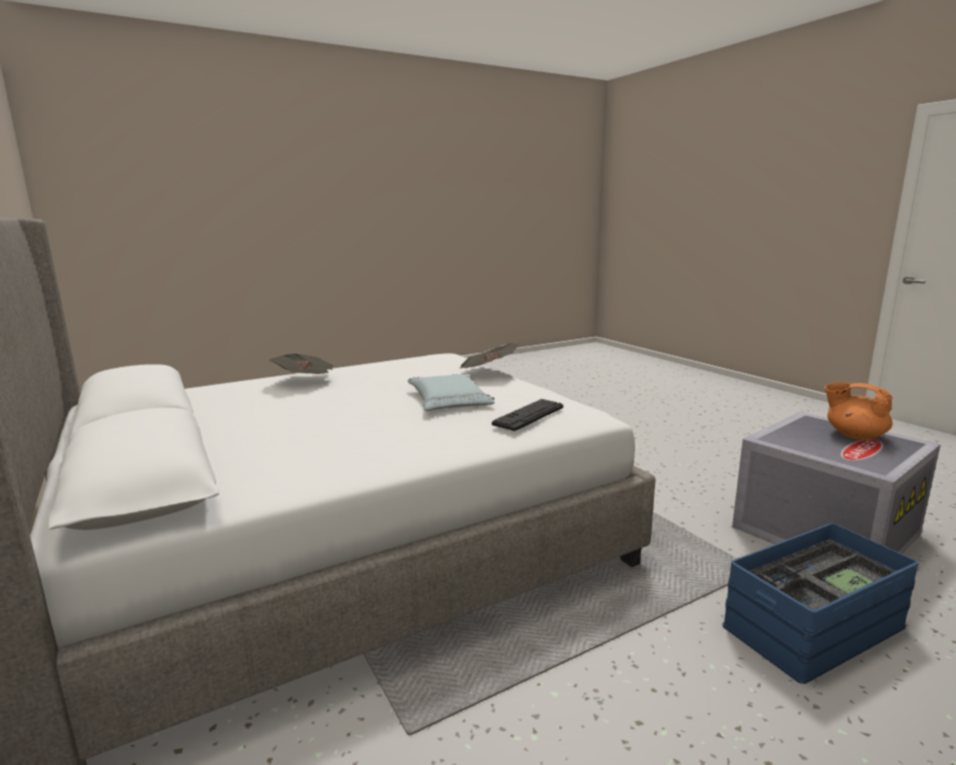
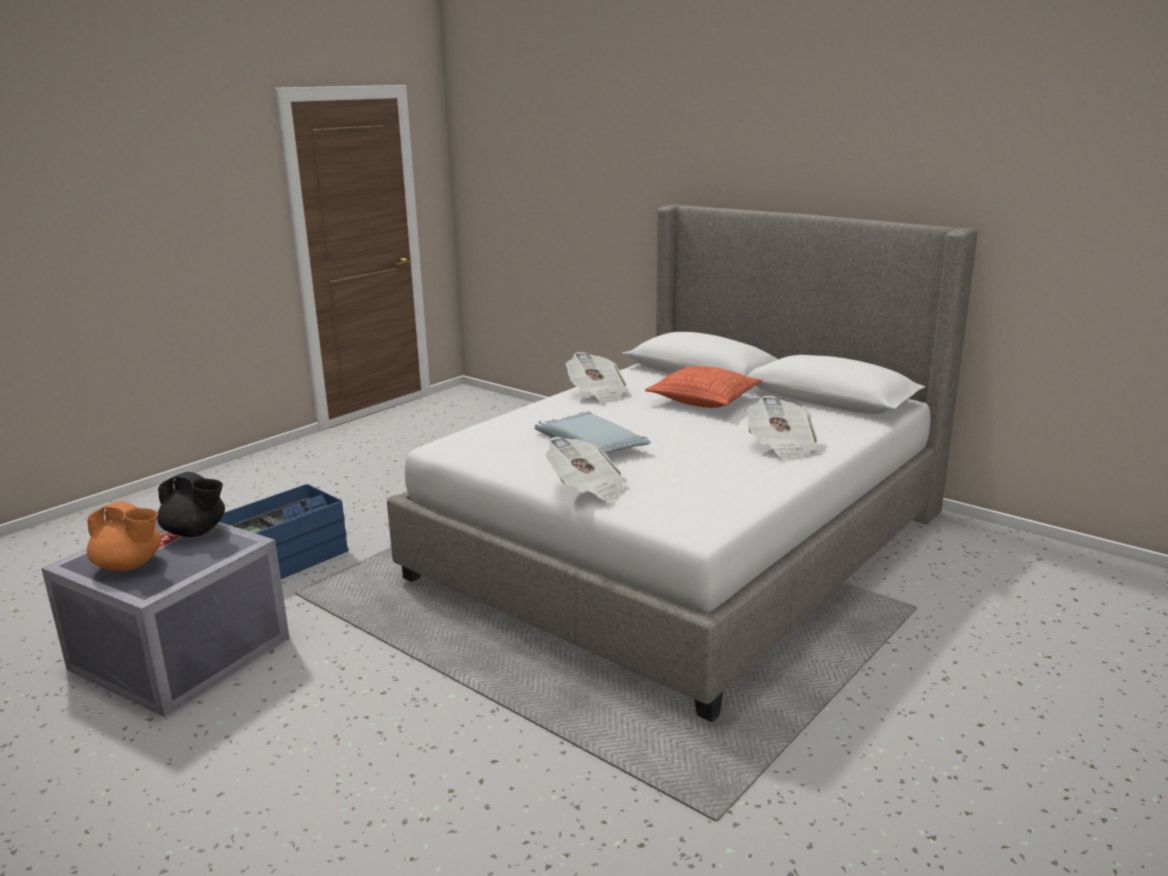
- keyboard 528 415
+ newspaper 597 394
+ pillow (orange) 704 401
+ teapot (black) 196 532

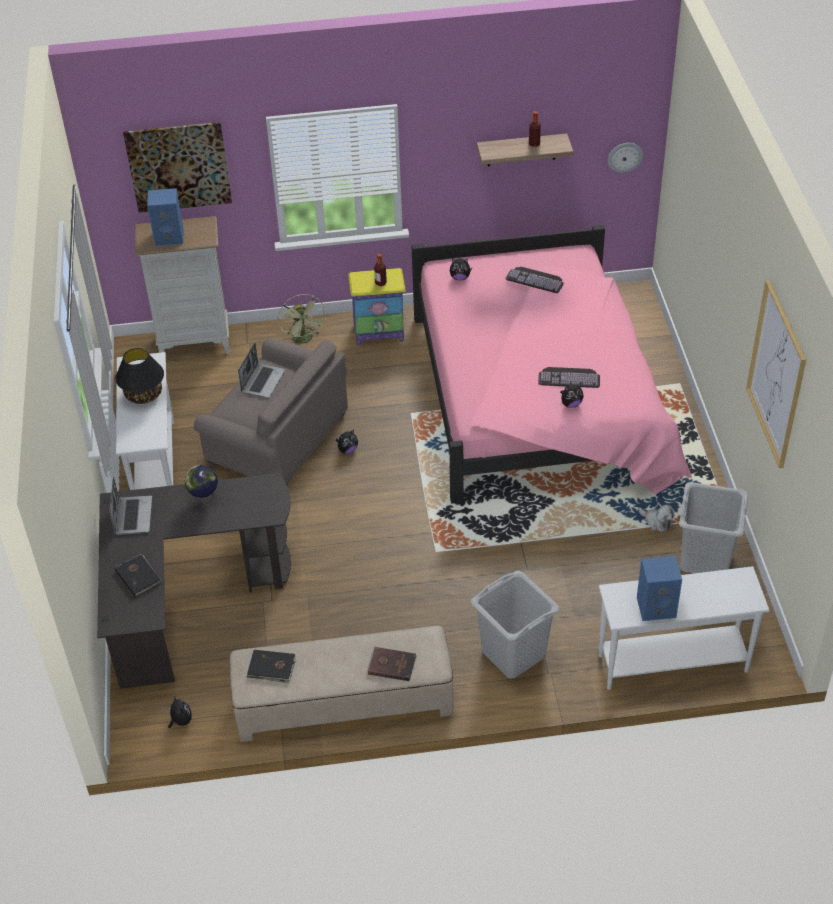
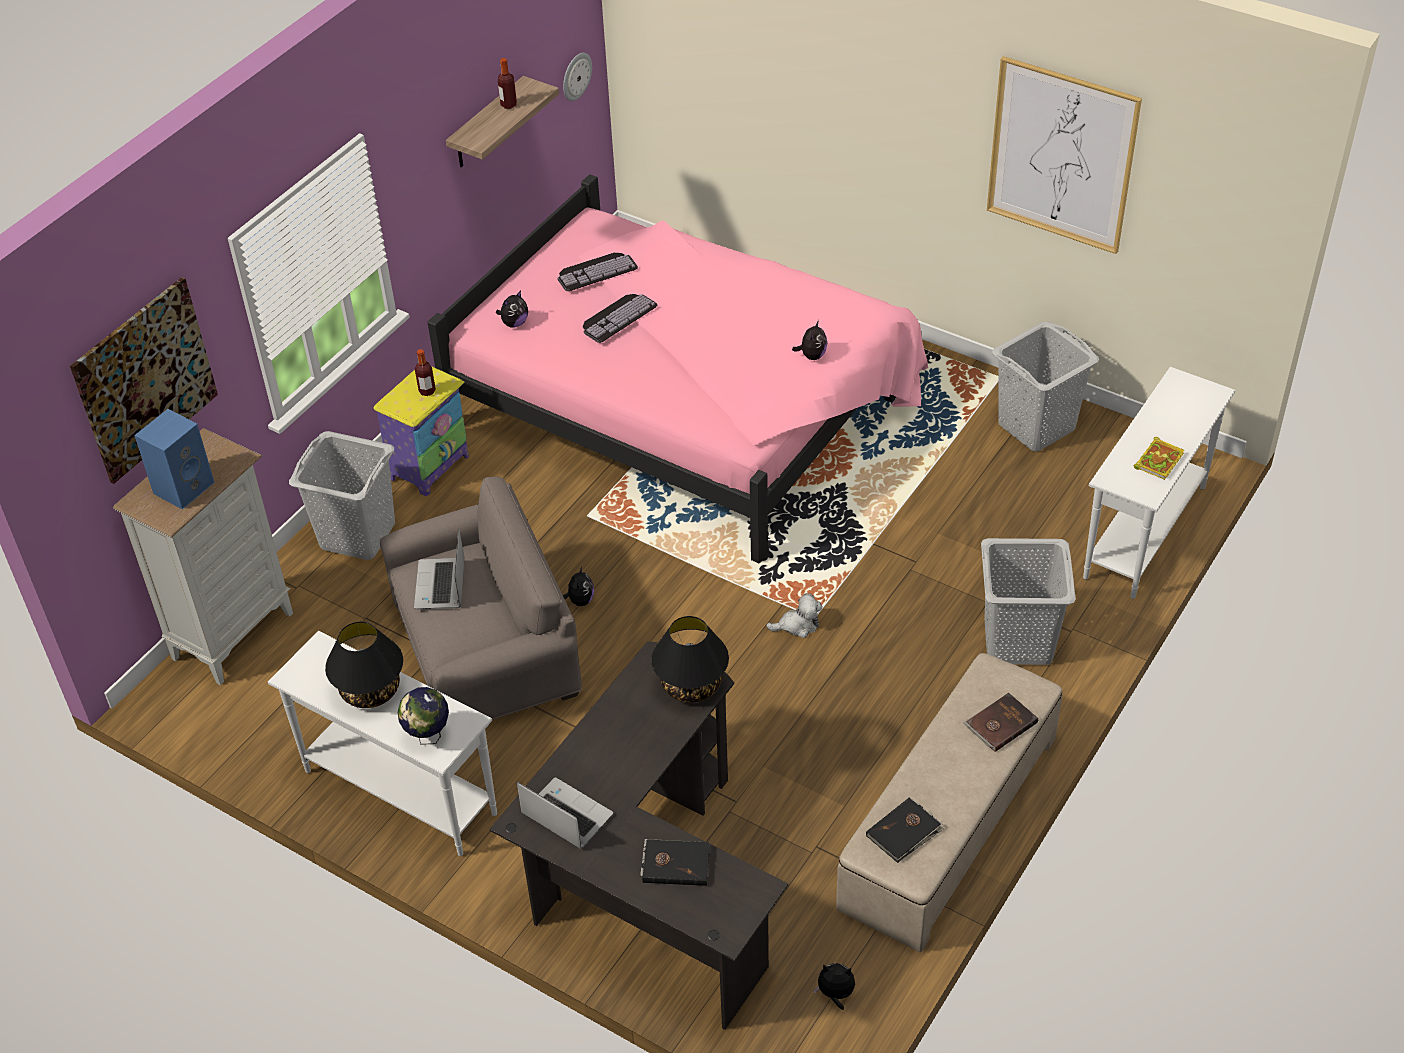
~ fan (green) 304 340 to laundry basket (grey) 357 534
~ laptop 262 381 = 441 586 150 degrees counterclockwise
~ keyboard 569 377 to 617 316
~ globe 204 498 to 428 737
~ plush toy 656 522 to 797 625
~ speaker (blue) 657 606 to book 1159 460
+ table lamp (black) 691 685

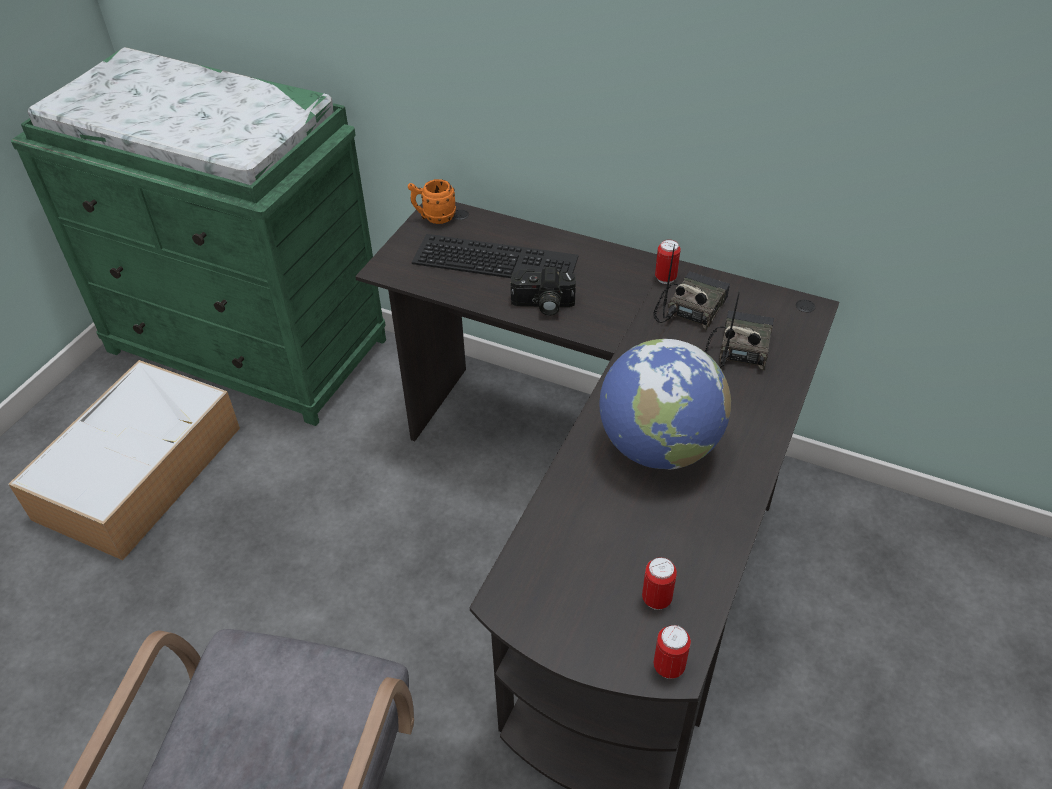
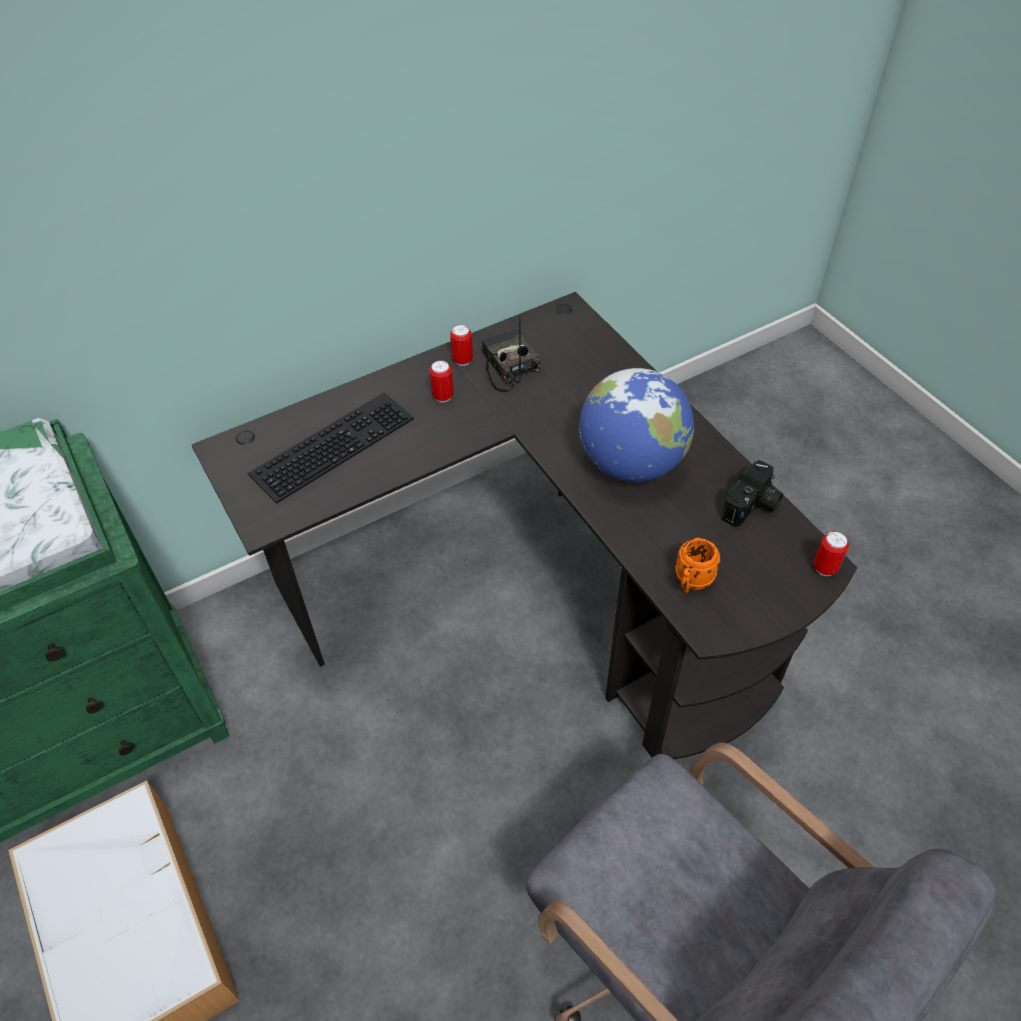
~ mug (orange) 434 217 to 691 582
~ photo camera 542 305 to 752 506
- radio 738 348
~ can 656 599 to 443 396

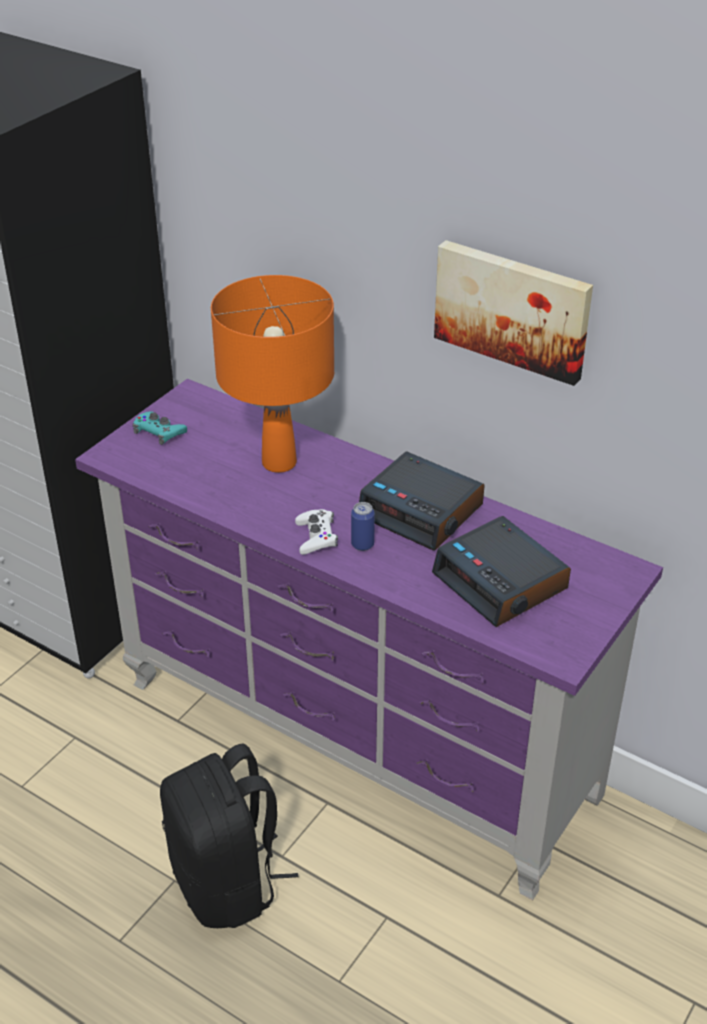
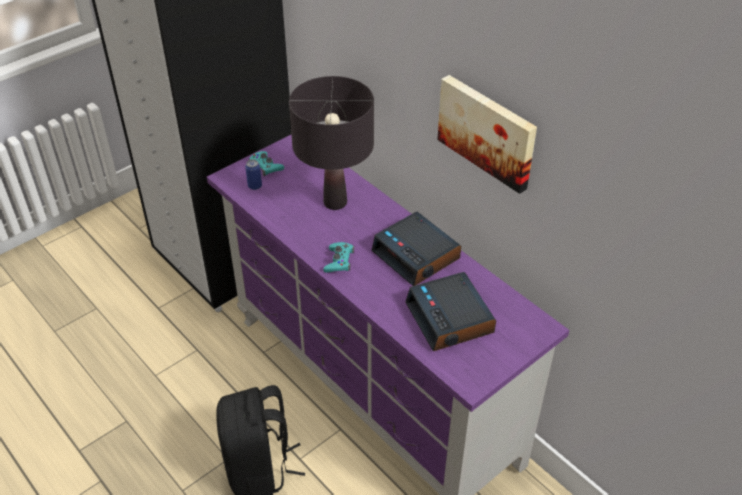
~ table lamp (orange) 278 462 to table lamp (black) 335 202
~ can 362 544 to 255 186
~ game controller (white) 316 537 to game controller (turquoise) 339 261

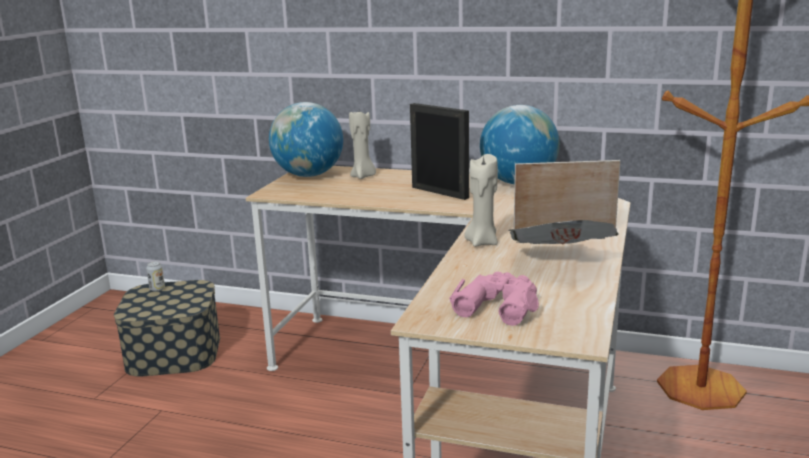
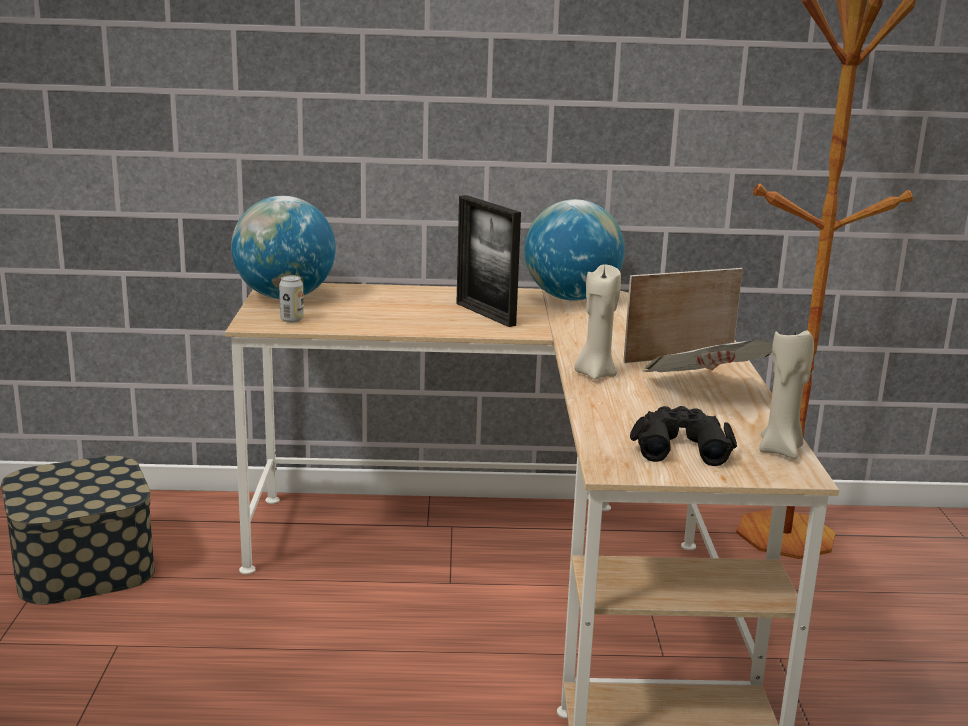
~ picture frame 439 192 = 485 314 150 degrees counterclockwise
~ candle (beige) 363 176 to 781 450
~ can 157 289 to 292 319
~ binoculars (pink) 498 305 to binoculars (black) 680 445

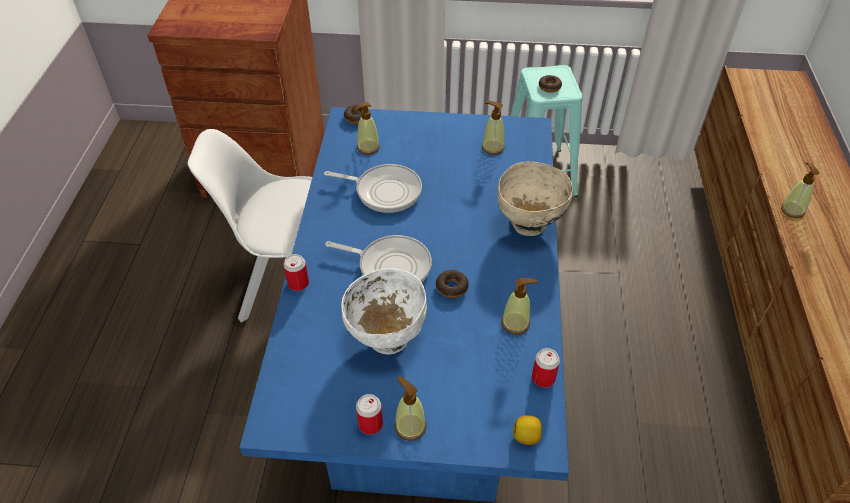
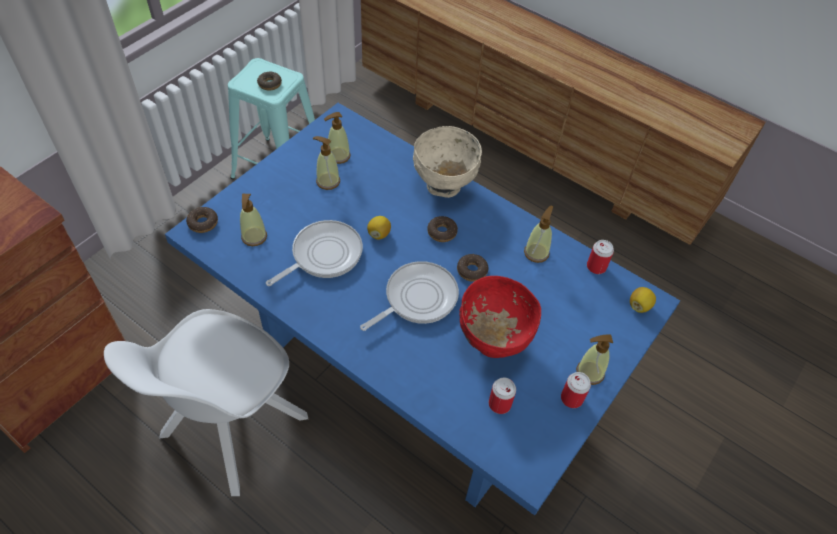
~ soap dispenser 792 210 to 328 181
~ can 298 283 to 499 404
~ bowl (white) 387 337 to bowl (red) 492 341
+ lemon 379 234
+ donut 442 232

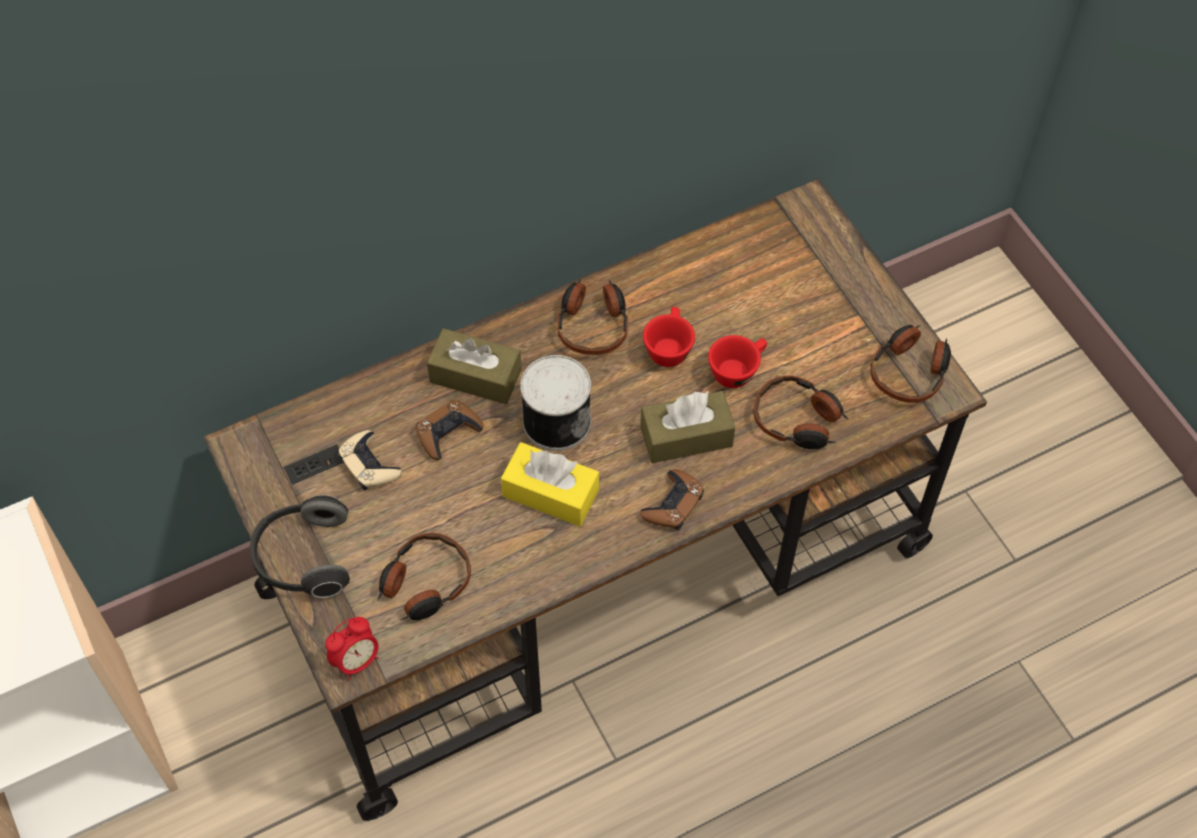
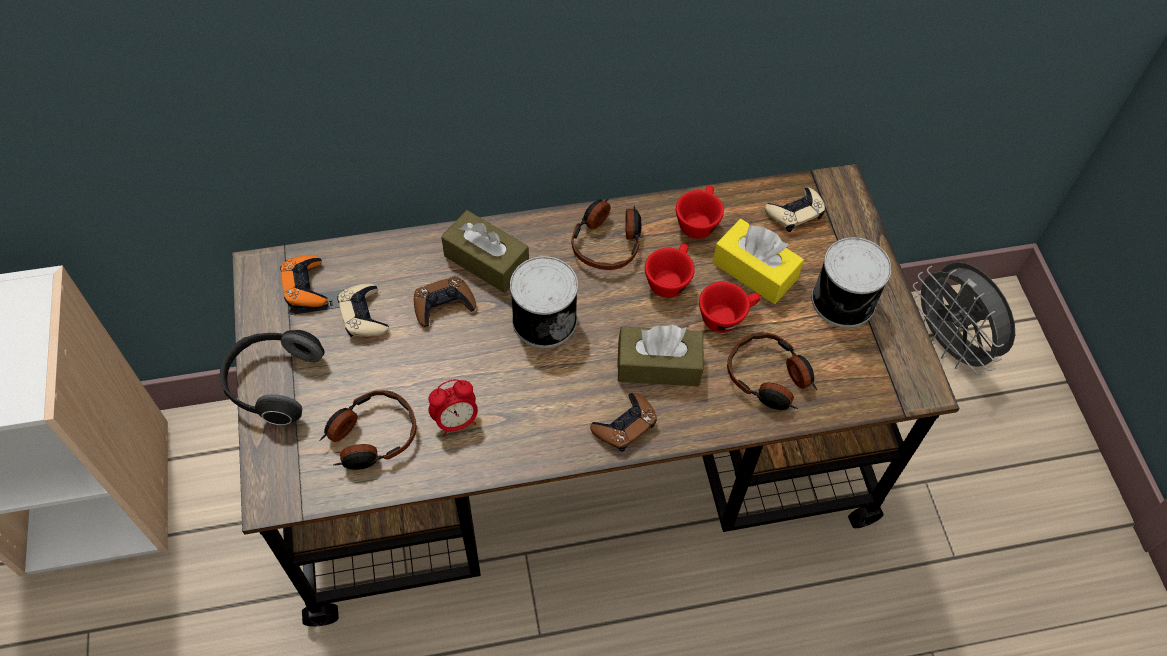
- headphones 910 371
~ tissue box (yellow) 550 493 to 754 270
~ alarm clock 356 661 to 456 421
+ cup (red) 698 221
+ game controller (beige) 795 213
+ can 845 301
+ game controller (orange) 305 286
+ fan (grey) 949 345

